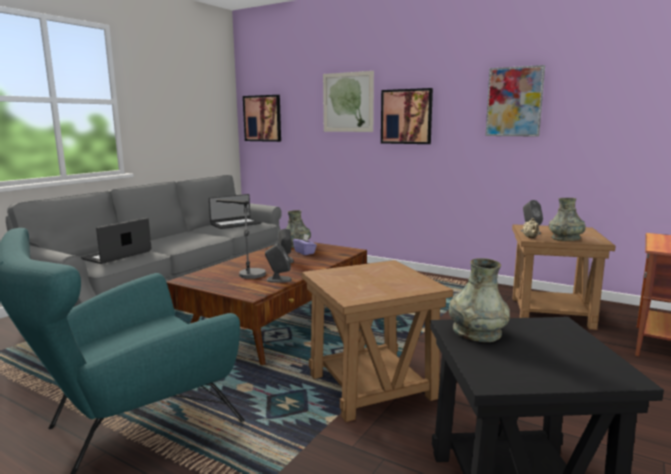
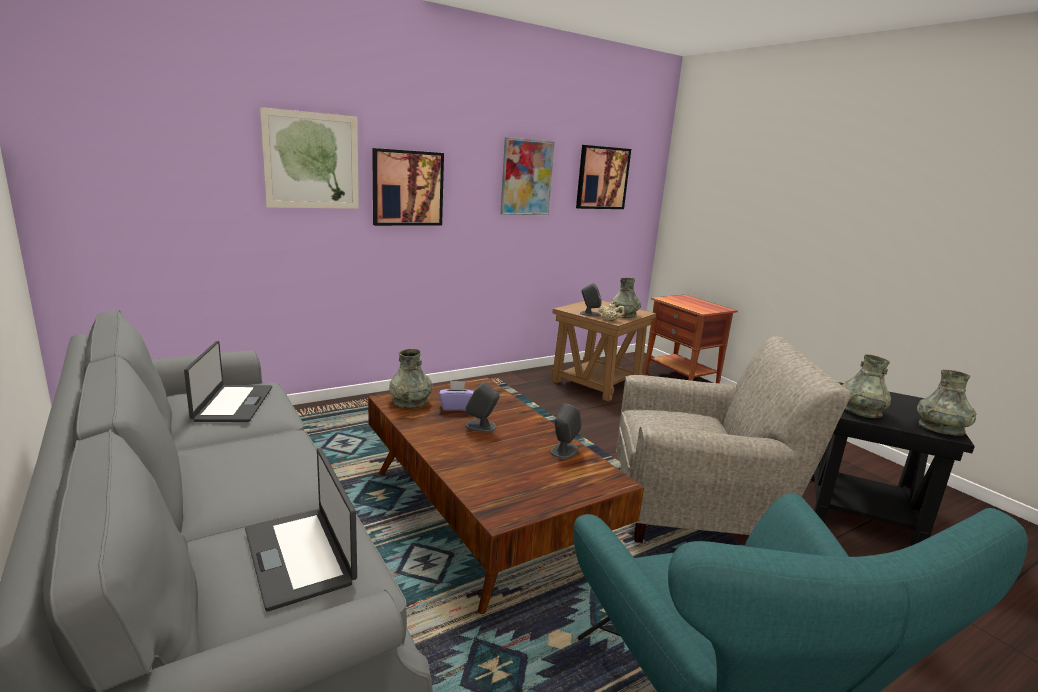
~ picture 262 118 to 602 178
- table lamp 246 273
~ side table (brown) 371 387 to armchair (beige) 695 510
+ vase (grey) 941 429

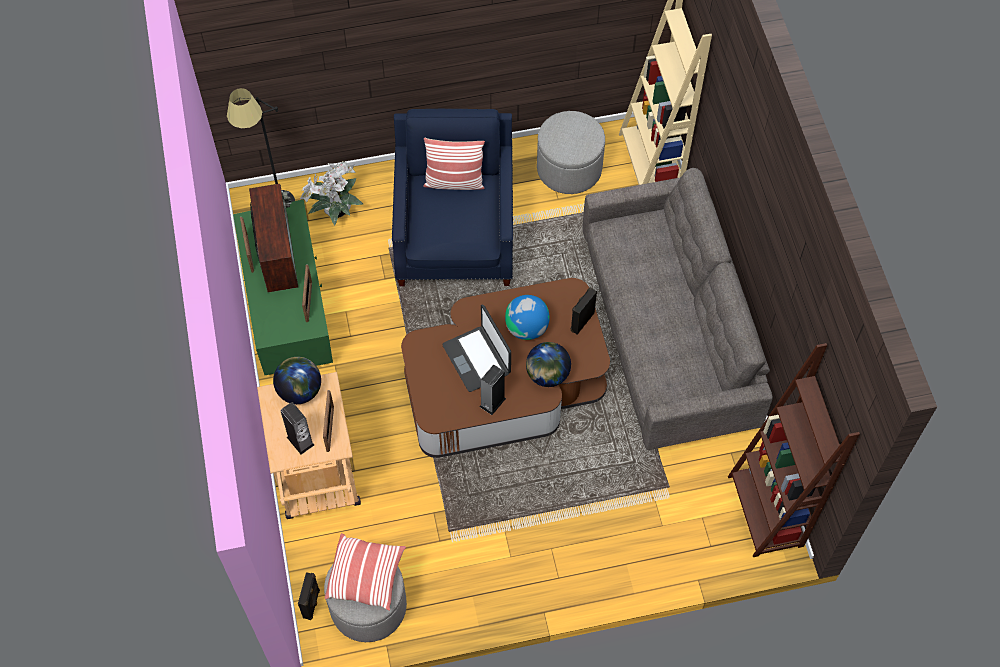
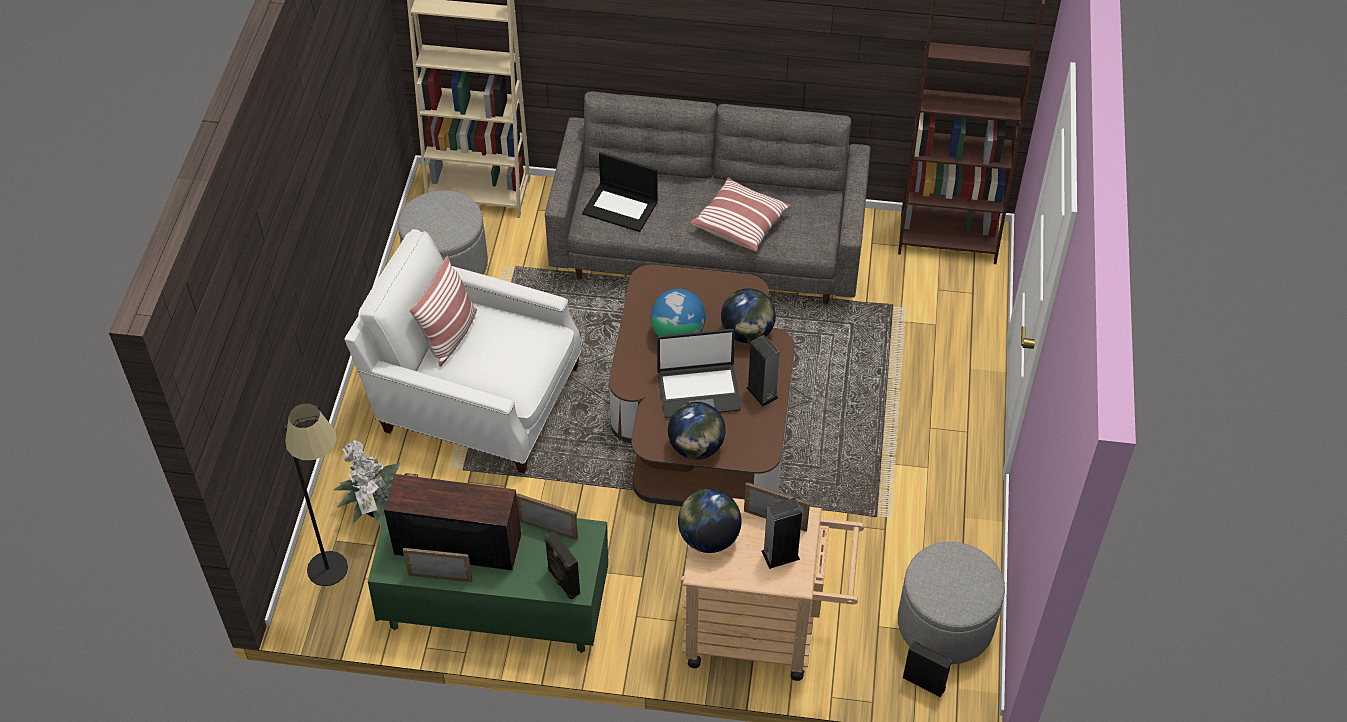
~ armchair (blue) 455 232 to armchair (white) 476 397
~ speaker (black) 581 321 to 562 582
~ pillow 366 576 to 740 223
+ laptop 621 207
+ globe 696 447

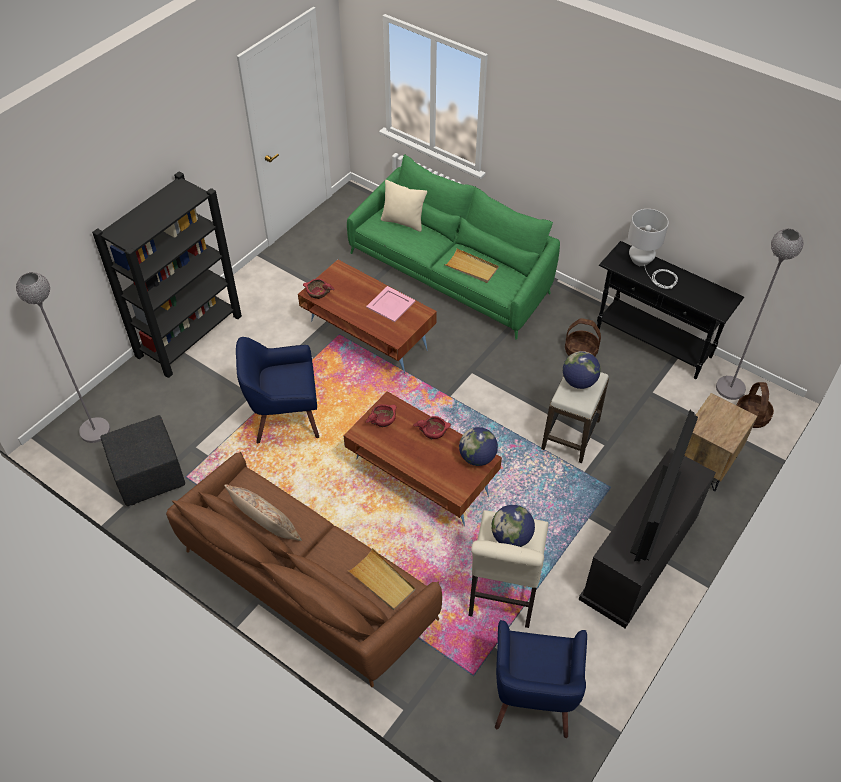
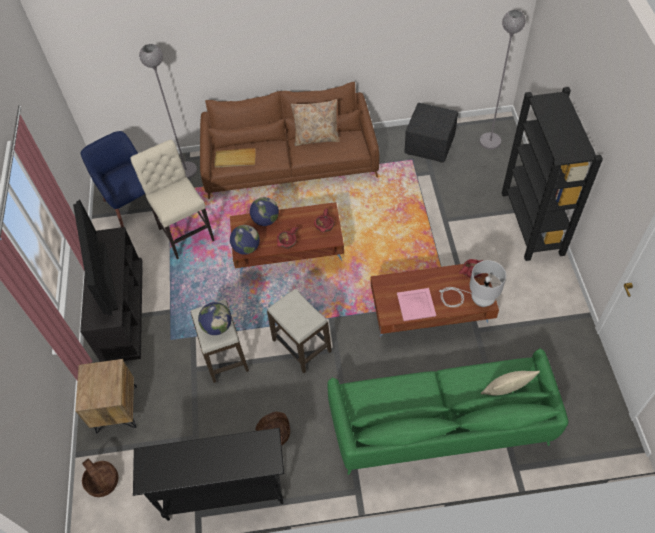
~ table lamp (grey) 649 267 to 470 299
~ floor lamp (grey) 730 388 to 186 170
- tray (beige) 471 268
- armchair (blue) 284 417
~ globe 511 537 to 265 220
+ stool 301 345

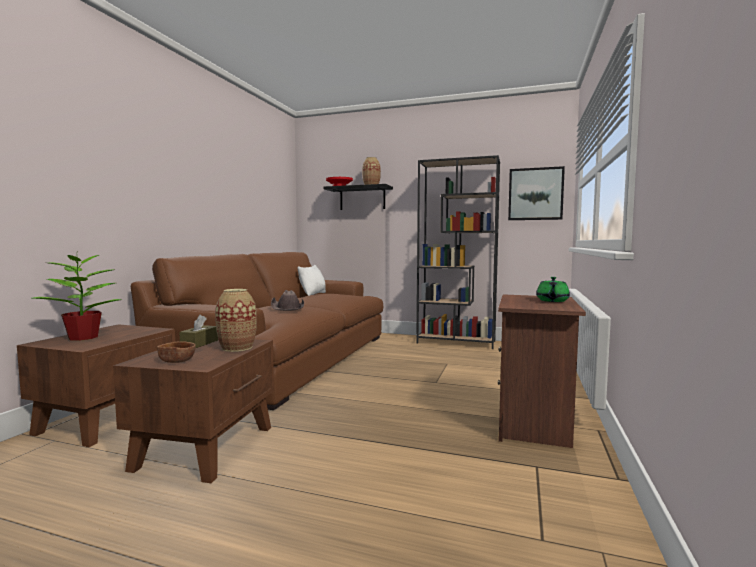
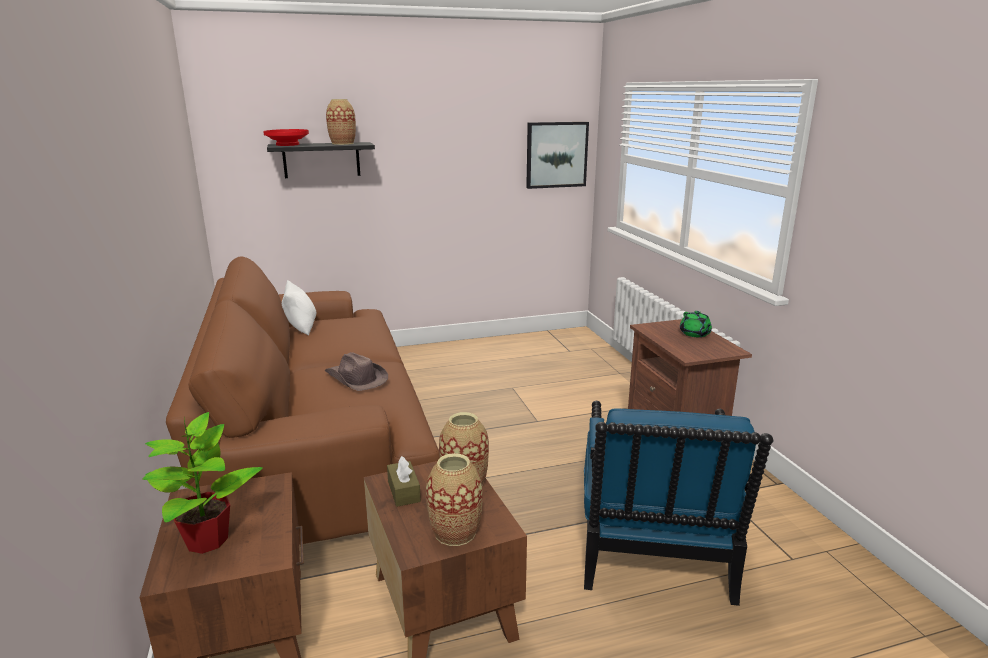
- bookcase 456 342
~ bowl (brown) 177 361 to vase 455 532
+ armchair (blue) 652 548

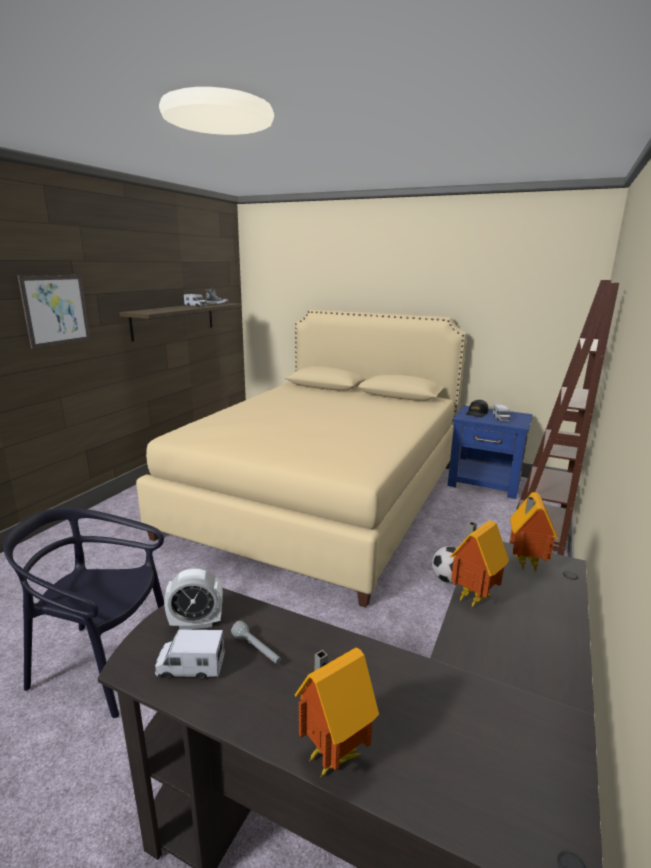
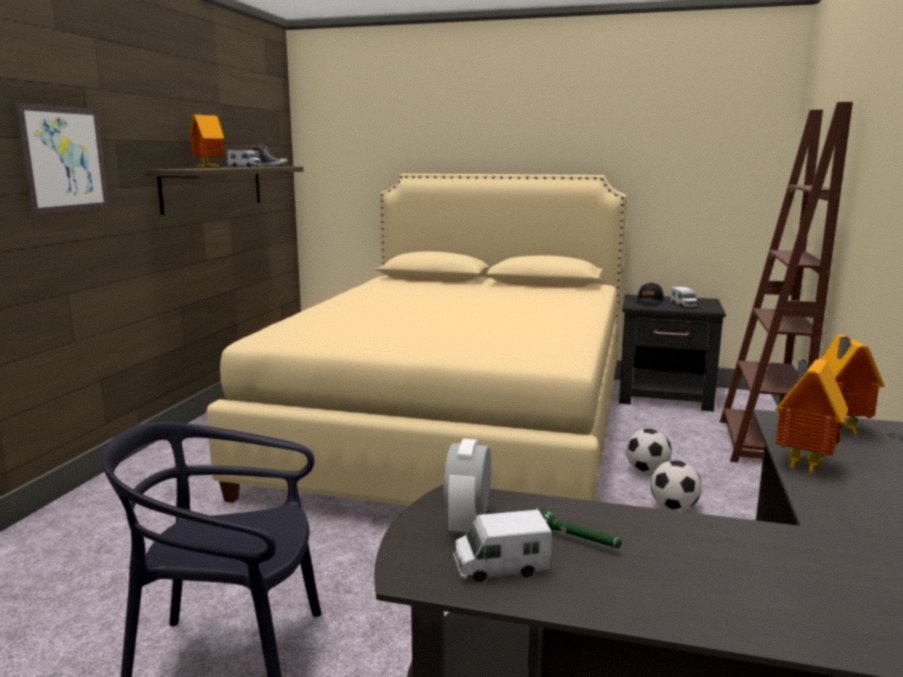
~ nightstand (blue) 485 482 to nightstand (black) 666 396
~ alarm clock 196 623 = 468 523 120 degrees clockwise
~ flashlight (grey) 257 650 to flashlight (green) 575 541
~ toy house 331 753 to 207 168
+ football 647 471

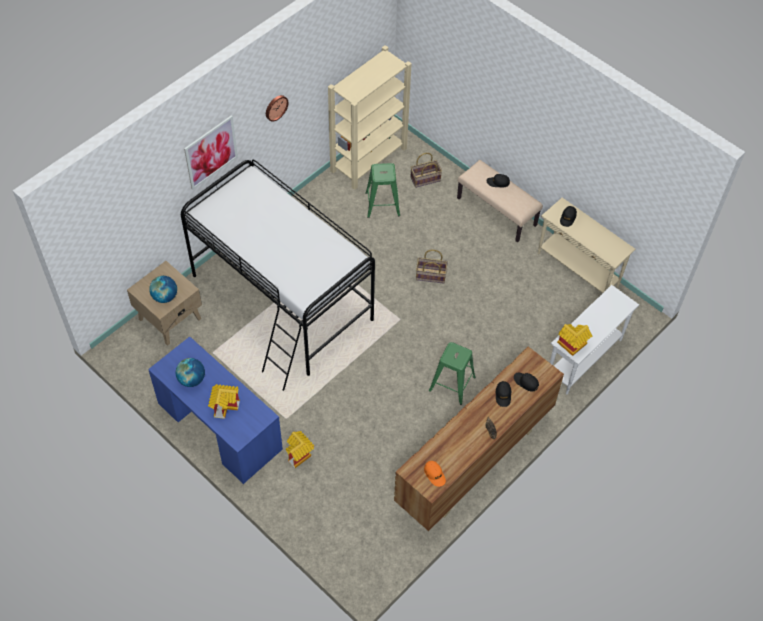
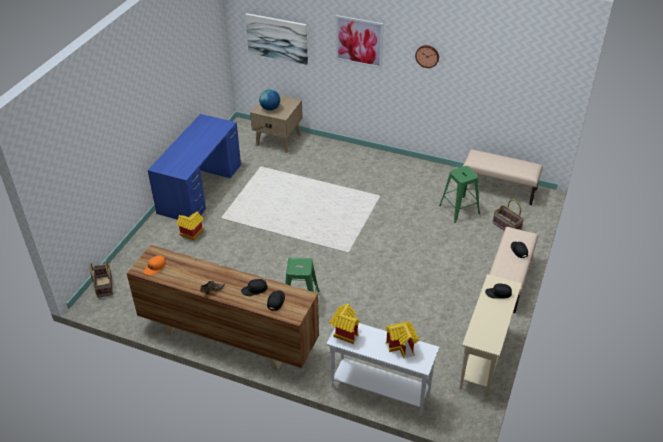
~ bookcase (beige) 368 159 to bench (beige) 499 189
- bed (black) 282 300
~ basket 430 276 to 104 286
- globe 192 379
~ toy house 225 406 to 402 347
+ picture 277 38

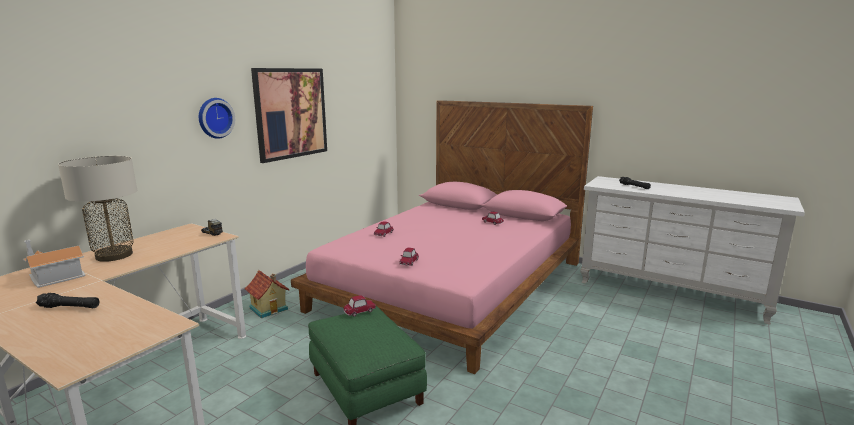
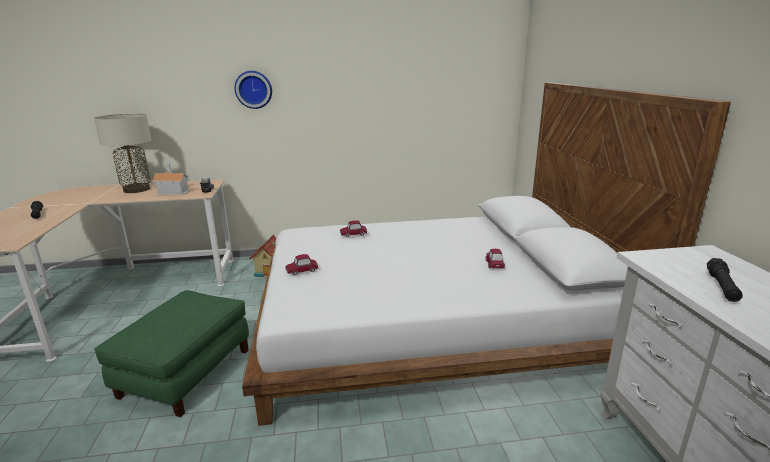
- picture 291 113
~ bed (pink) 453 285 to bed (white) 431 324
~ toy house 53 277 to 173 191
- toy car 359 311

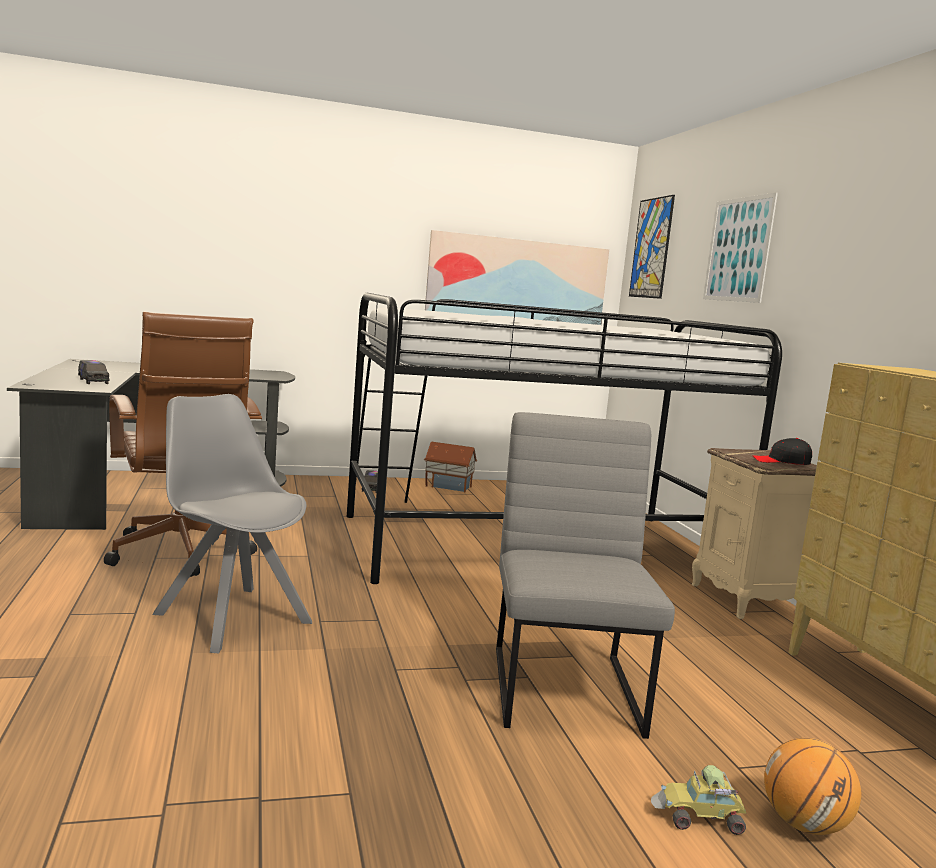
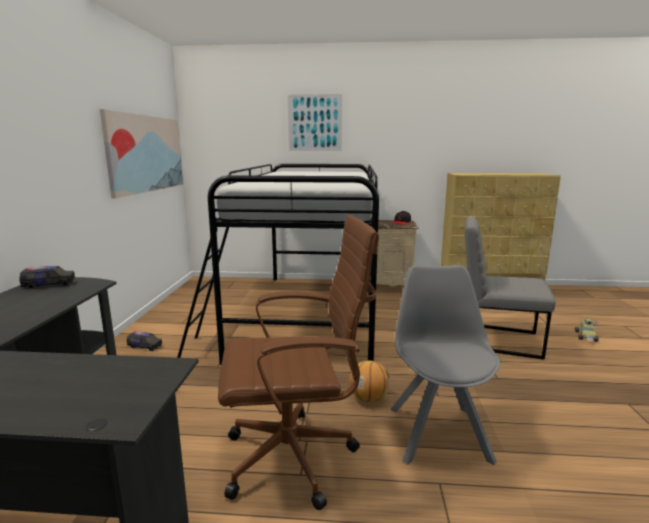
- picture 651 248
~ toy truck 93 381 to 49 285
~ chair (grey) 231 617 = 438 431 120 degrees clockwise
- toy house 448 486
~ basketball 805 825 to 369 398

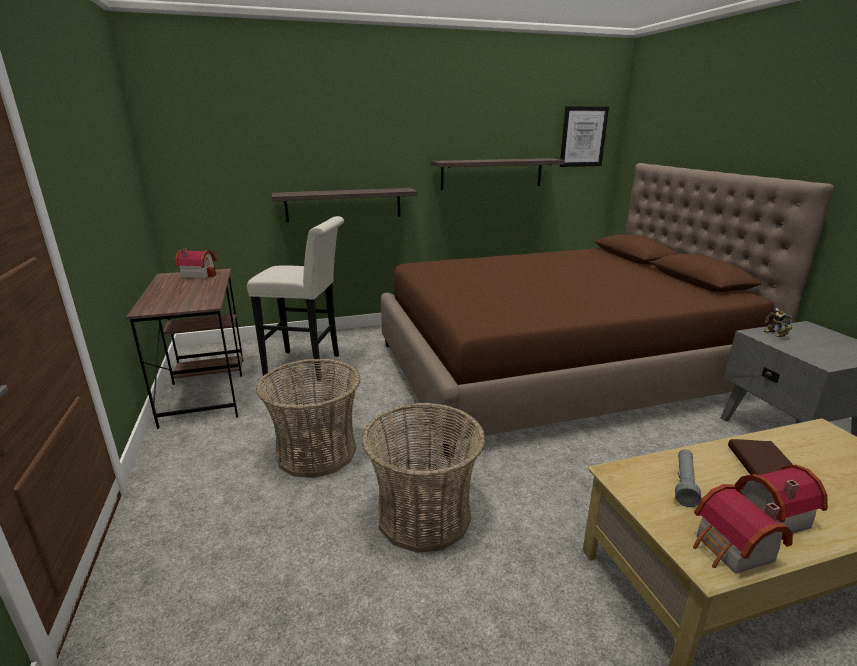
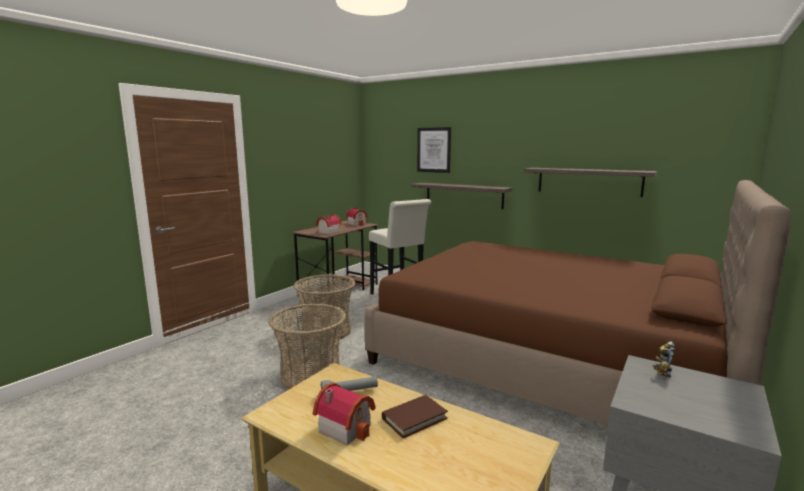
~ picture 583 137 to 434 150
~ toy house 732 550 to 327 232

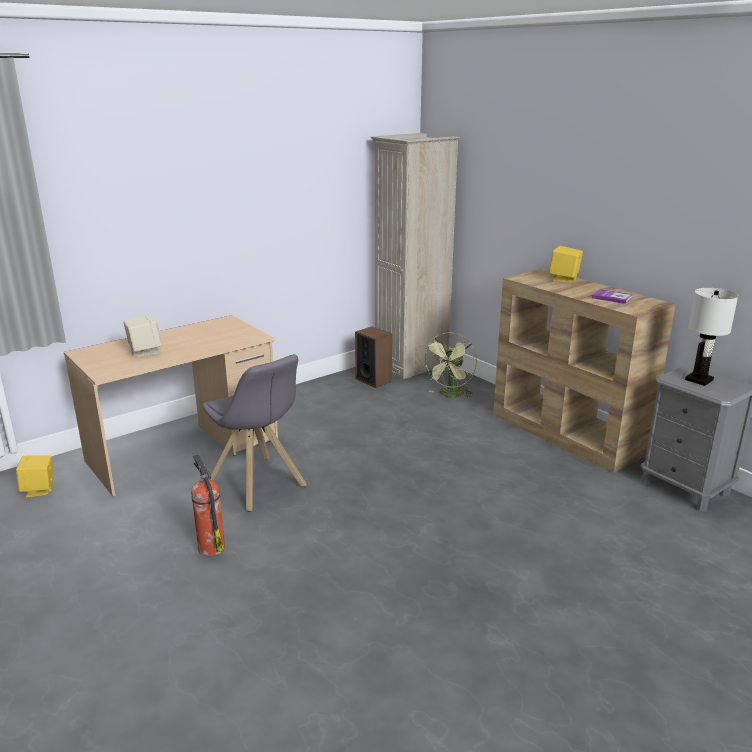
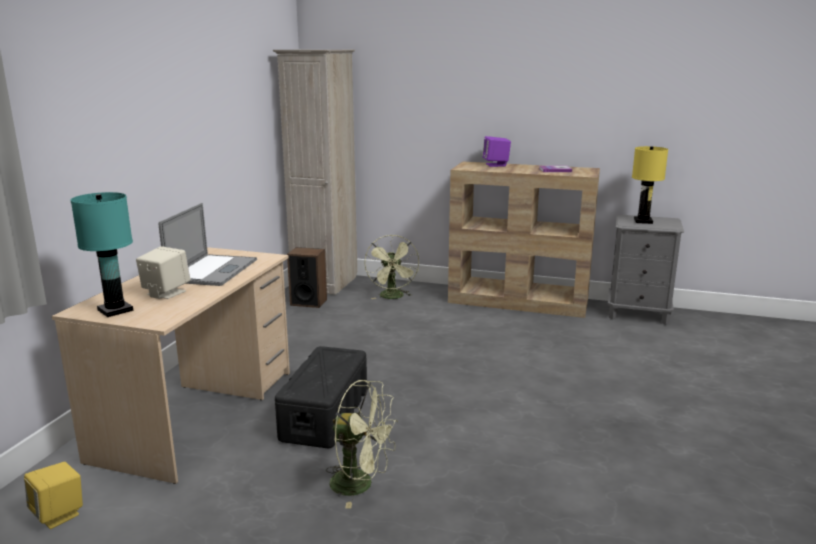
~ speaker (yellow) 564 279 to speaker (purple) 496 165
~ table lamp (white) 698 380 to table lamp (yellow) 643 221
~ chair (grey) 258 483 to storage box (black) 324 415
~ fire extinguisher 211 547 to fan (green) 361 484
+ table lamp (turquoise) 114 310
+ laptop 213 270

